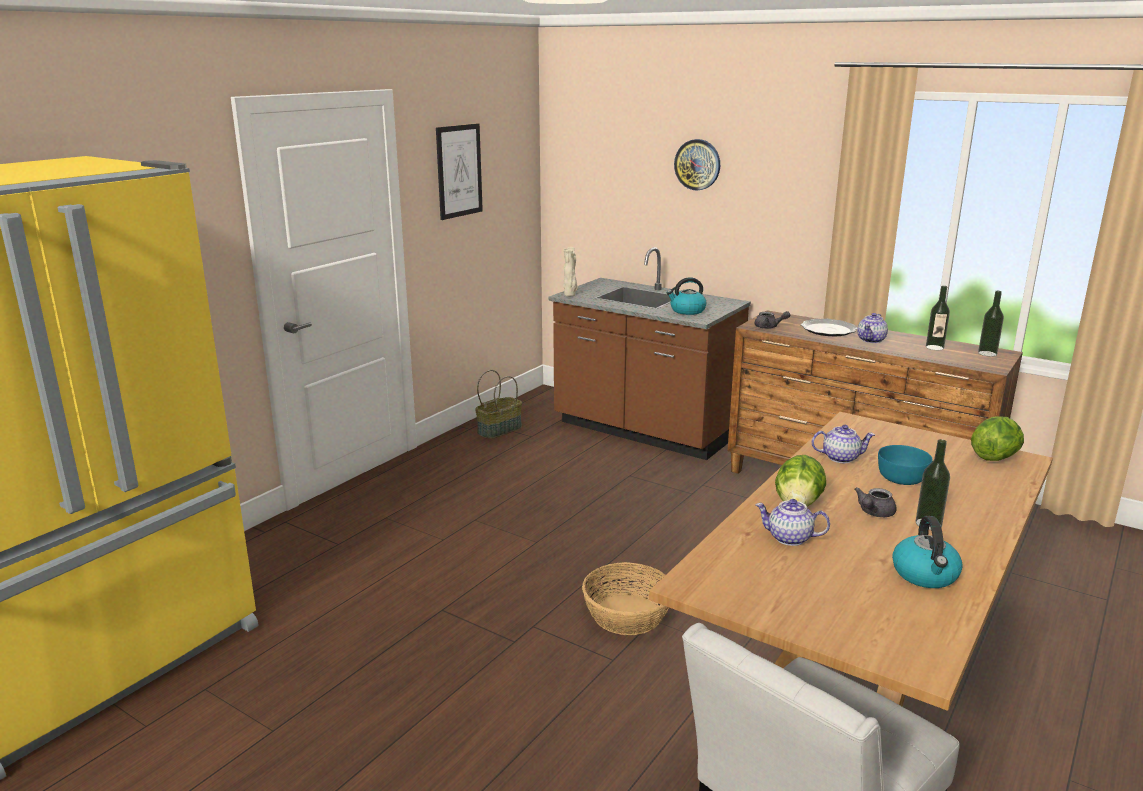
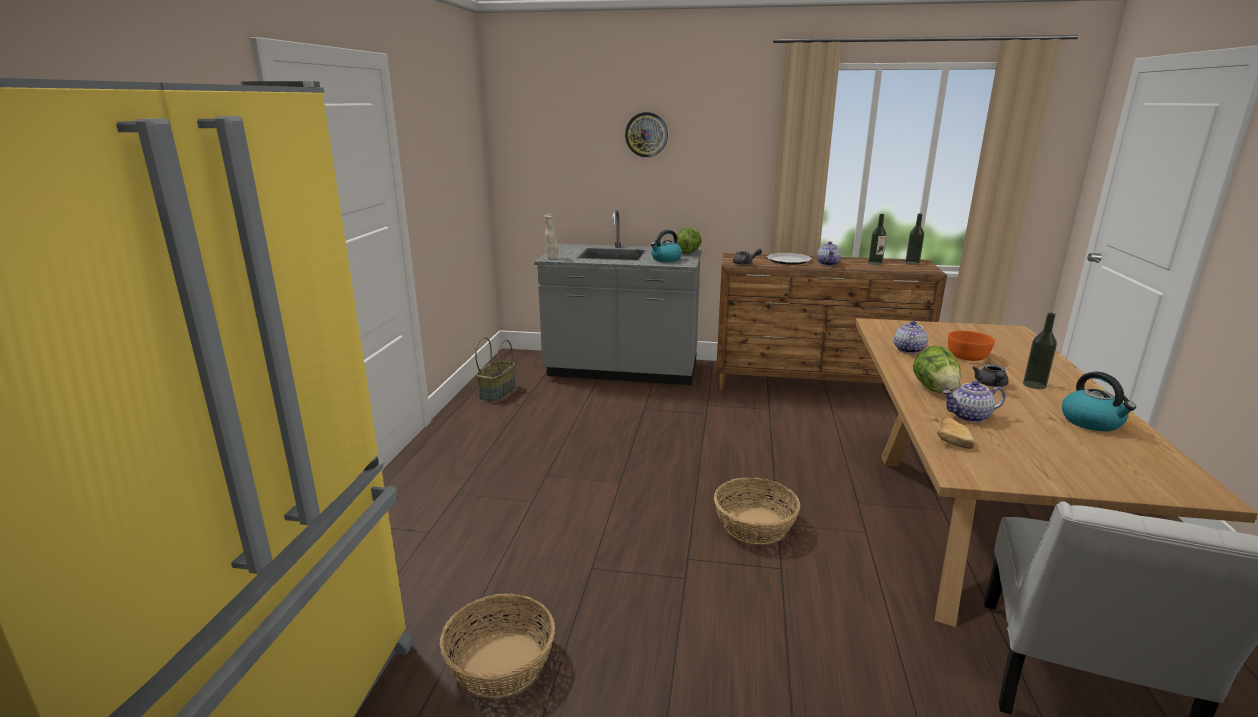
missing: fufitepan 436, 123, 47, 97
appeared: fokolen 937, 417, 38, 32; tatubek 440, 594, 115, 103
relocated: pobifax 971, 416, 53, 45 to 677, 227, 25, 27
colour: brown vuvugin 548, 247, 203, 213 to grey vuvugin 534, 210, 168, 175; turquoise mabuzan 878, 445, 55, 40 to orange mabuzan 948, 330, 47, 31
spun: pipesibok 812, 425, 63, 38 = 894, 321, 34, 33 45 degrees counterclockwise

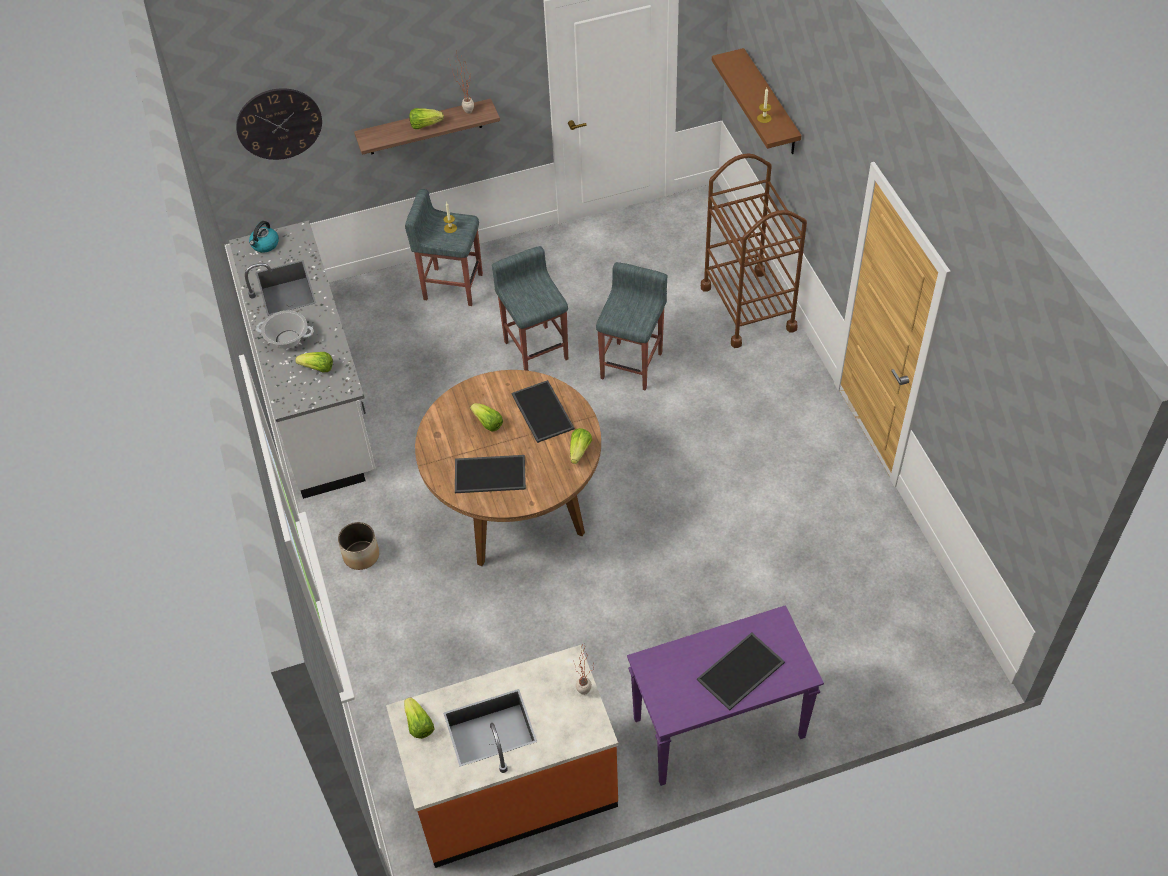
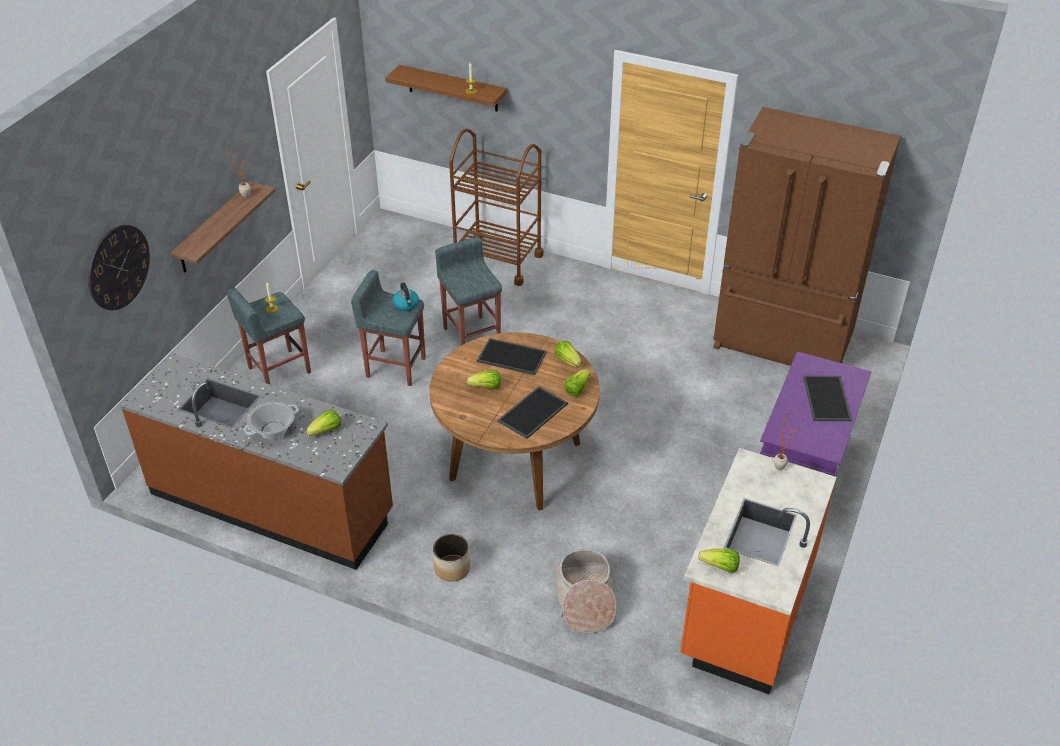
appeared: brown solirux 713, 107, 188, 259; tatubek 553, 549, 64, 85
relocated: pobifax 409, 108, 35, 21 to 564, 369, 27, 28; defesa 249, 221, 30, 32 to 392, 283, 27, 28
colour: white vuvugin 229, 220, 147, 279 to brown vuvugin 120, 353, 273, 217

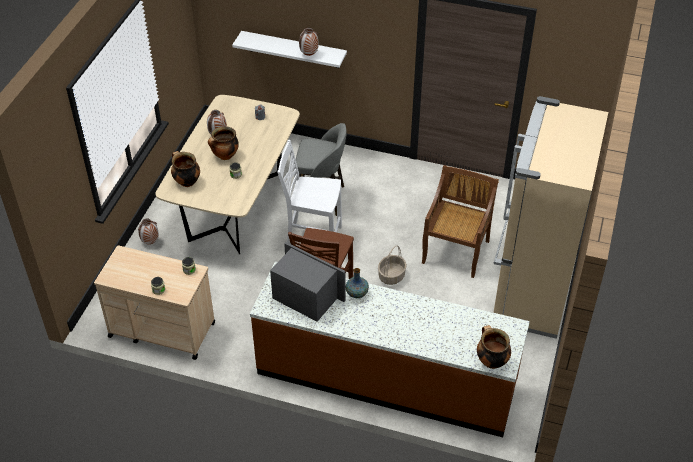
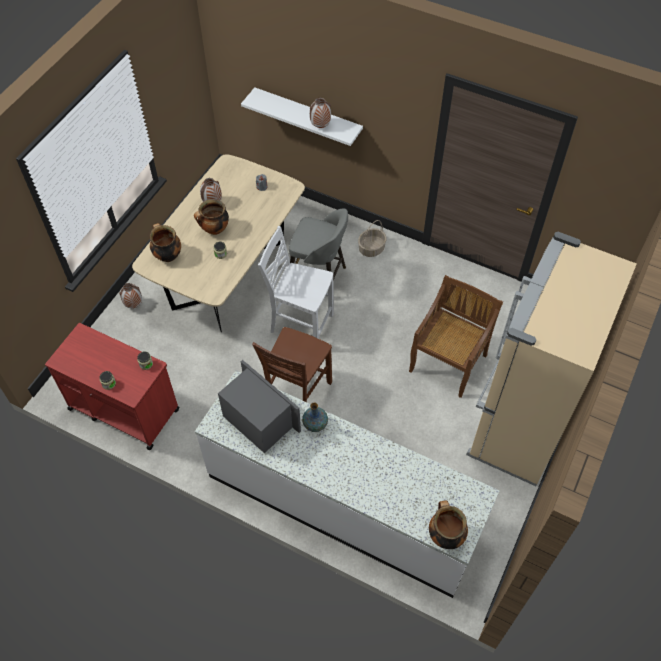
relocated: tatubek 378, 245, 29, 40 to 358, 220, 28, 37
colour: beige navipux 94, 245, 121, 115 to red navipux 45, 323, 135, 127; brown vuvugin 250, 262, 280, 175 to white vuvugin 195, 370, 305, 228

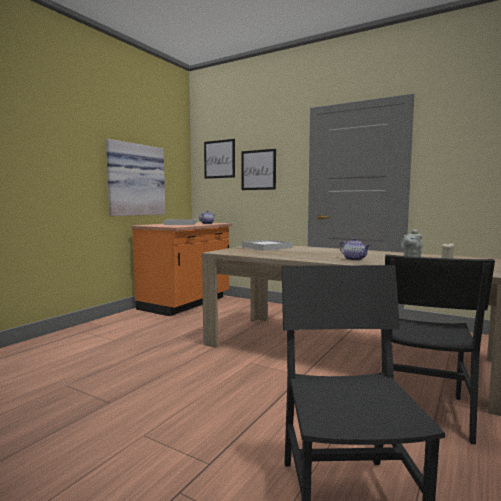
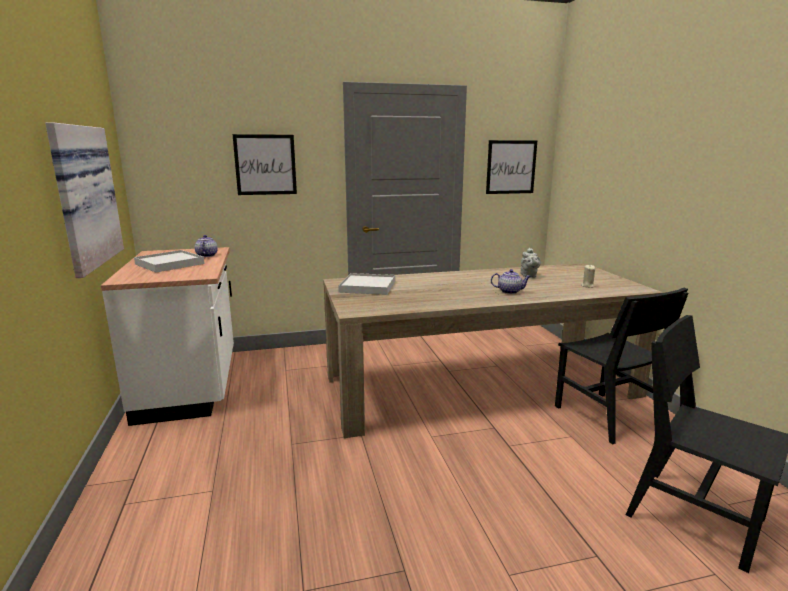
relocated: fufitepan 204, 139, 31, 40 to 486, 140, 51, 54
colour: orange vuvugin 132, 222, 100, 94 to white vuvugin 101, 247, 133, 179

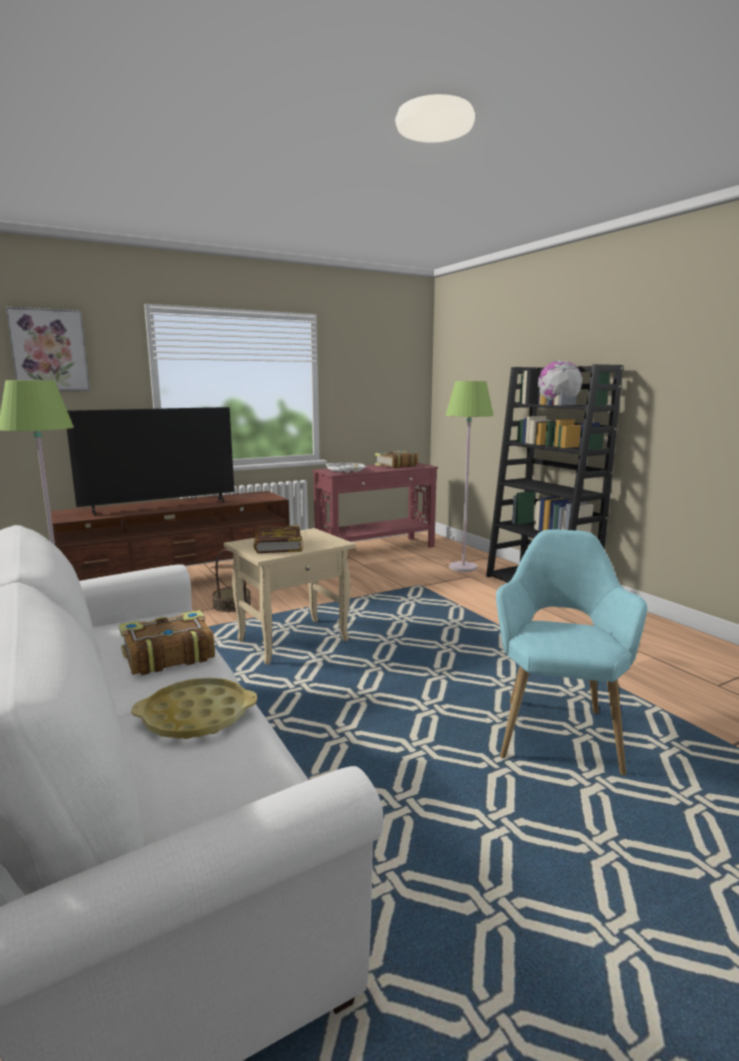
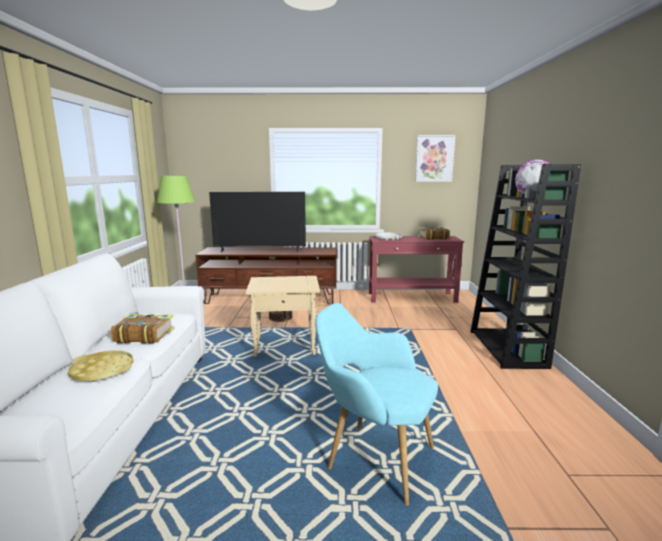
missing: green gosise 446, 381, 48, 191; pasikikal 253, 525, 50, 28
relocated: fufitepan 6, 306, 84, 85 to 415, 135, 40, 47
spun: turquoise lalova 496, 529, 151, 246 = 315, 303, 123, 203 105 degrees counterclockwise

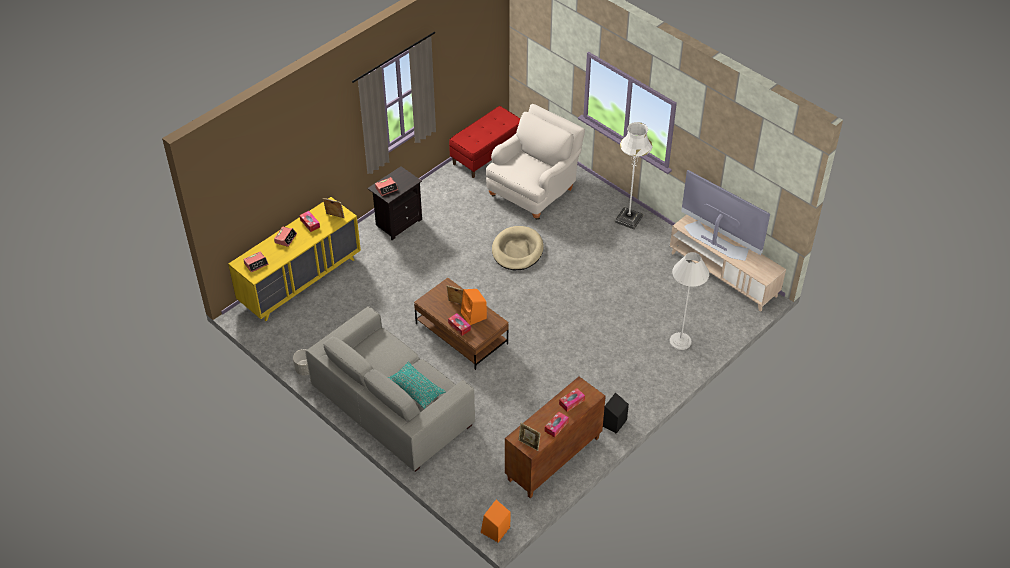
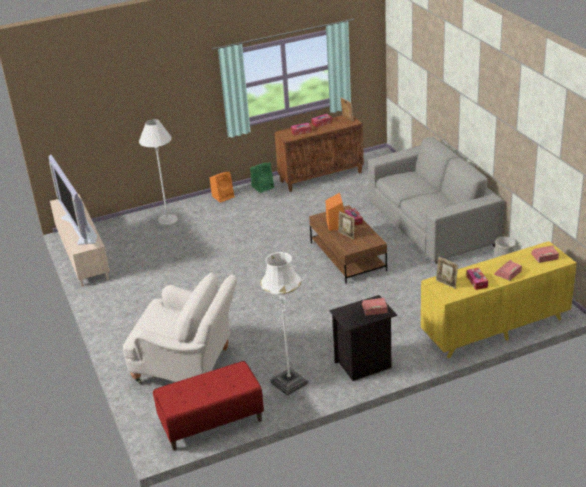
missing: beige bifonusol 492, 226, 52, 44; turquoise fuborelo 388, 362, 58, 47
relocated: white gosise 615, 122, 37, 107 to 260, 252, 48, 144; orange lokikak 481, 500, 29, 43 to 210, 172, 24, 31
colour: black lokikak 603, 392, 26, 42 to green lokikak 250, 162, 24, 31
spun: white lalova 486, 104, 99, 116 = 123, 272, 114, 112 135 degrees counterclockwise

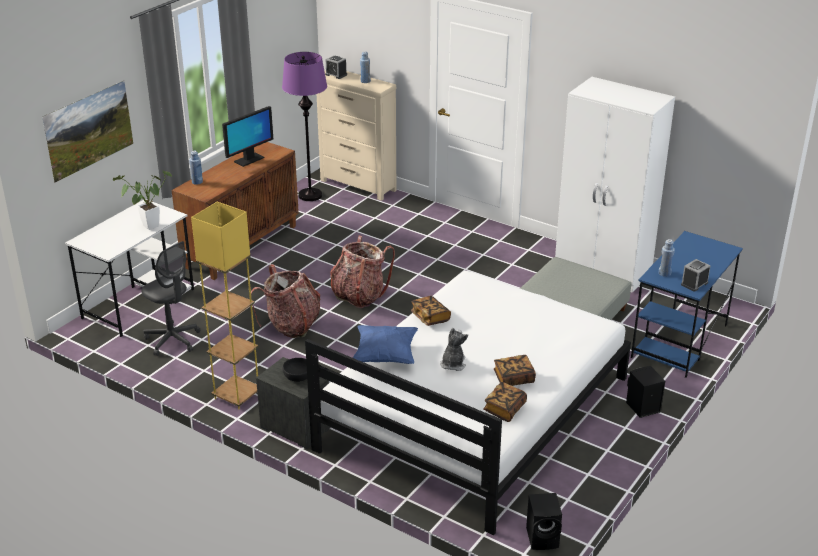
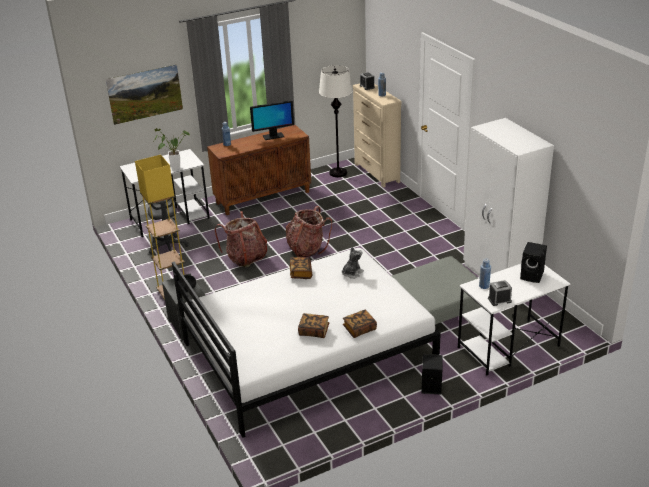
missing: blue fuborelo 353, 325, 65, 39
relocated: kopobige 440, 328, 28, 43 to 342, 247, 22, 32; pasikikal 483, 382, 44, 40 to 343, 310, 34, 28; black lokikak 526, 493, 36, 57 to 520, 242, 27, 41
colour: purple gosise 282, 52, 45, 149 to white gosise 319, 65, 34, 112; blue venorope 631, 231, 112, 147 to white venorope 458, 264, 113, 112

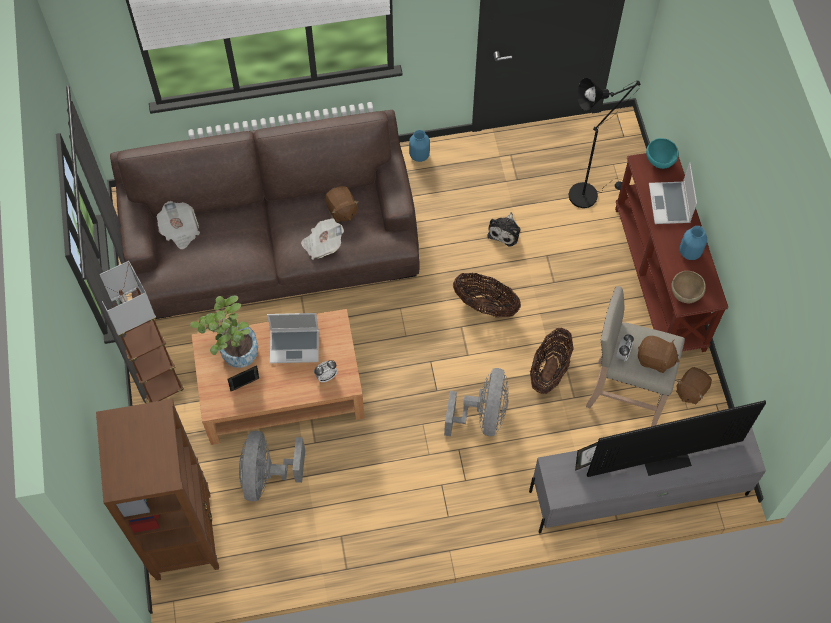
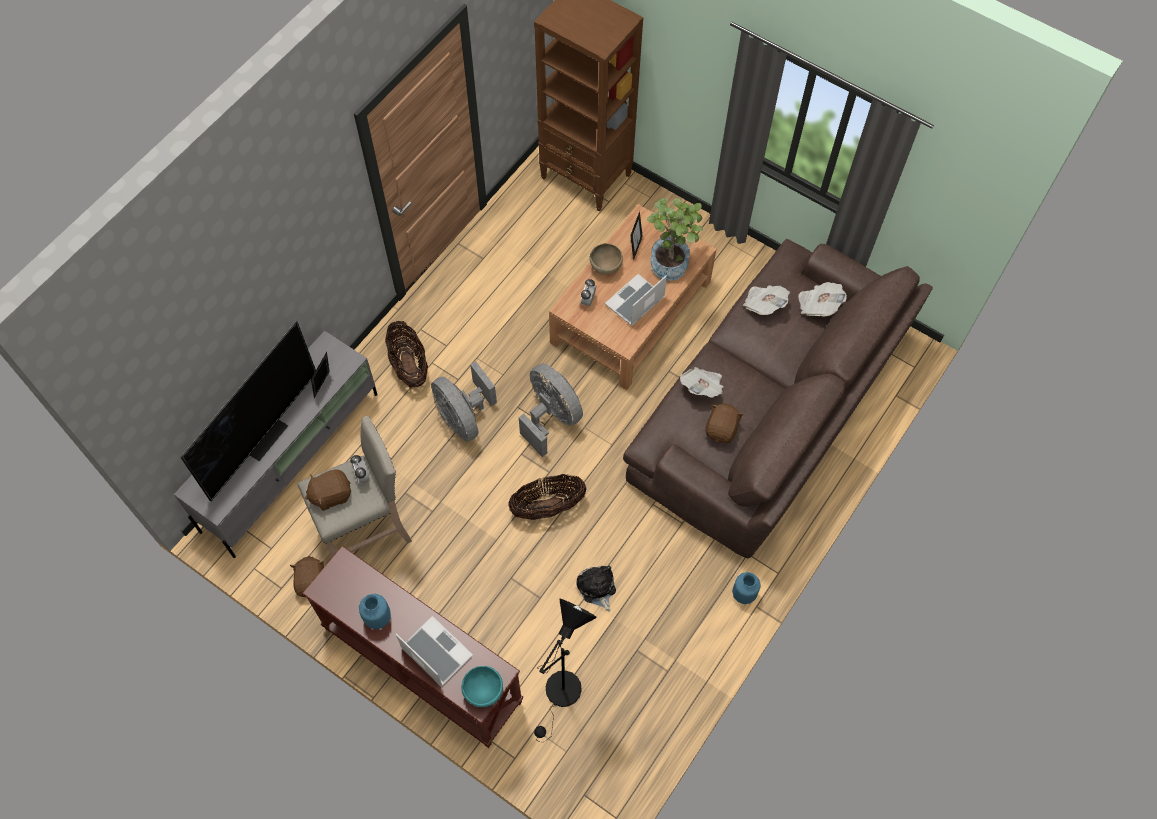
missing: brown gosise 100, 261, 84, 142
appeared: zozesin 743, 285, 47, 30
relocated: brown mabuzan 672, 271, 34, 32 to 589, 243, 34, 32; tatubek 530, 328, 44, 66 to 385, 321, 43, 66; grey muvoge 239, 431, 66, 71 to 519, 363, 64, 94
spun: brown kopobige 325, 186, 34, 36 = 706, 404, 38, 39 90 degrees clockwise

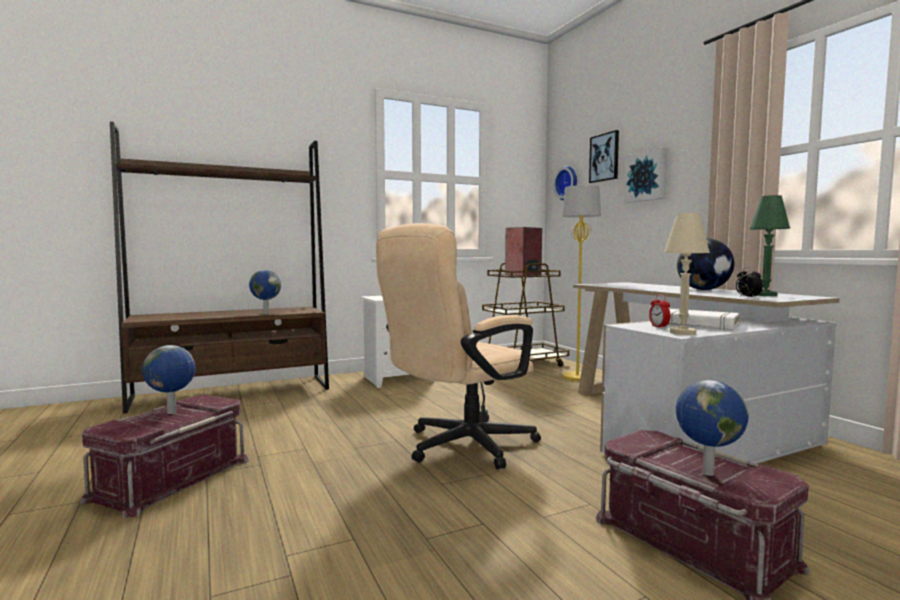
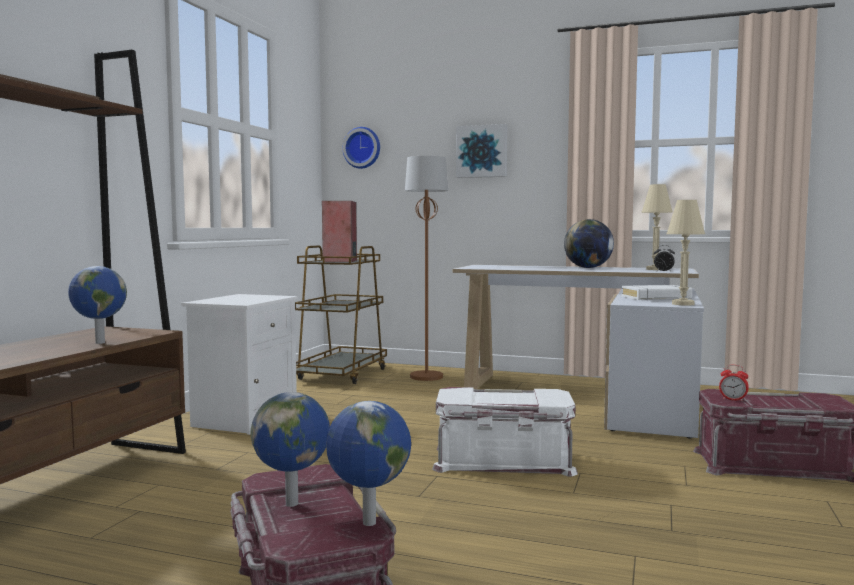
missing: fufitepan 589, 130, 30, 53
relocated: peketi 649, 295, 22, 34 to 719, 365, 30, 37; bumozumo 676, 380, 73, 96 to 326, 401, 85, 125
exchanged: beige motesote 376, 223, 165, 247 to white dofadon 432, 387, 146, 90
colour: yellow gosise 562, 185, 39, 196 to brown gosise 405, 156, 43, 225; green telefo 750, 195, 40, 101 to beige telefo 641, 184, 32, 86

